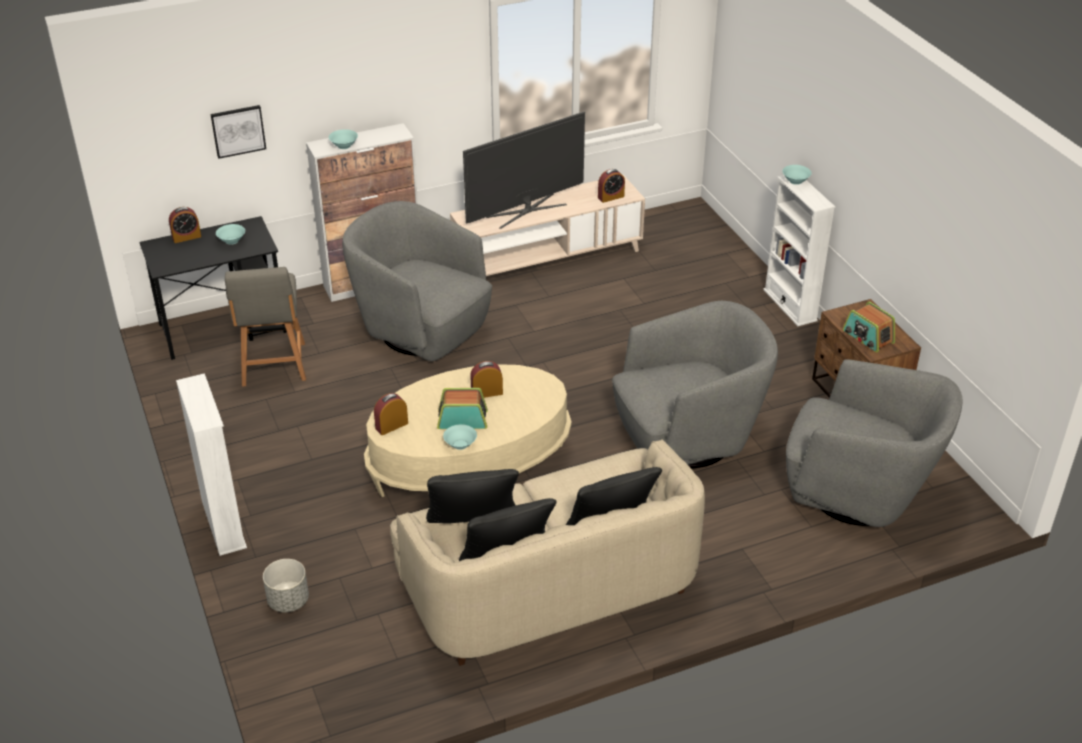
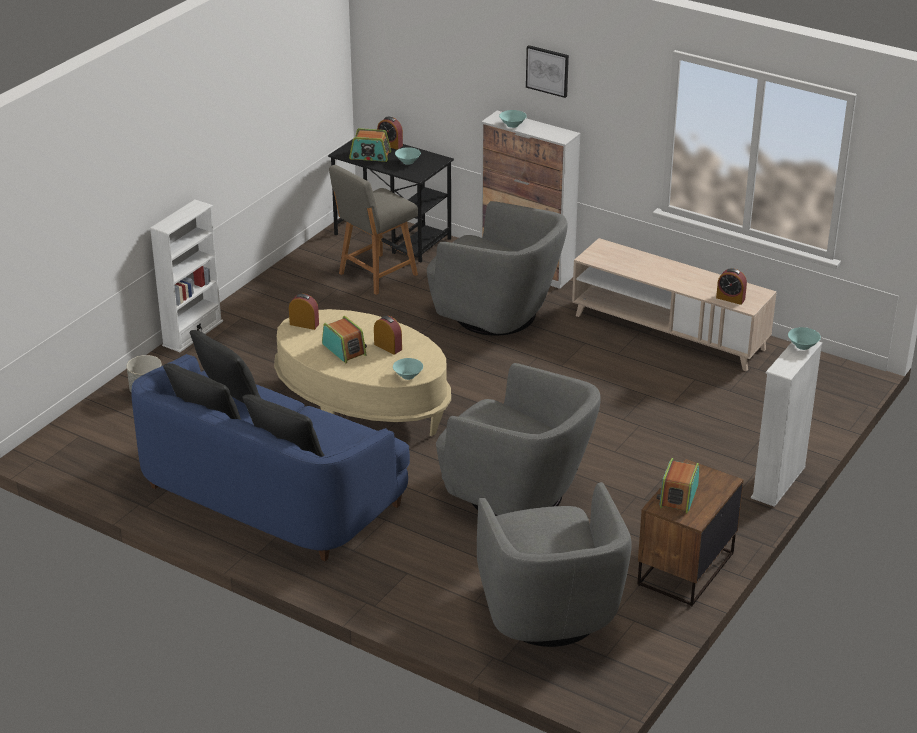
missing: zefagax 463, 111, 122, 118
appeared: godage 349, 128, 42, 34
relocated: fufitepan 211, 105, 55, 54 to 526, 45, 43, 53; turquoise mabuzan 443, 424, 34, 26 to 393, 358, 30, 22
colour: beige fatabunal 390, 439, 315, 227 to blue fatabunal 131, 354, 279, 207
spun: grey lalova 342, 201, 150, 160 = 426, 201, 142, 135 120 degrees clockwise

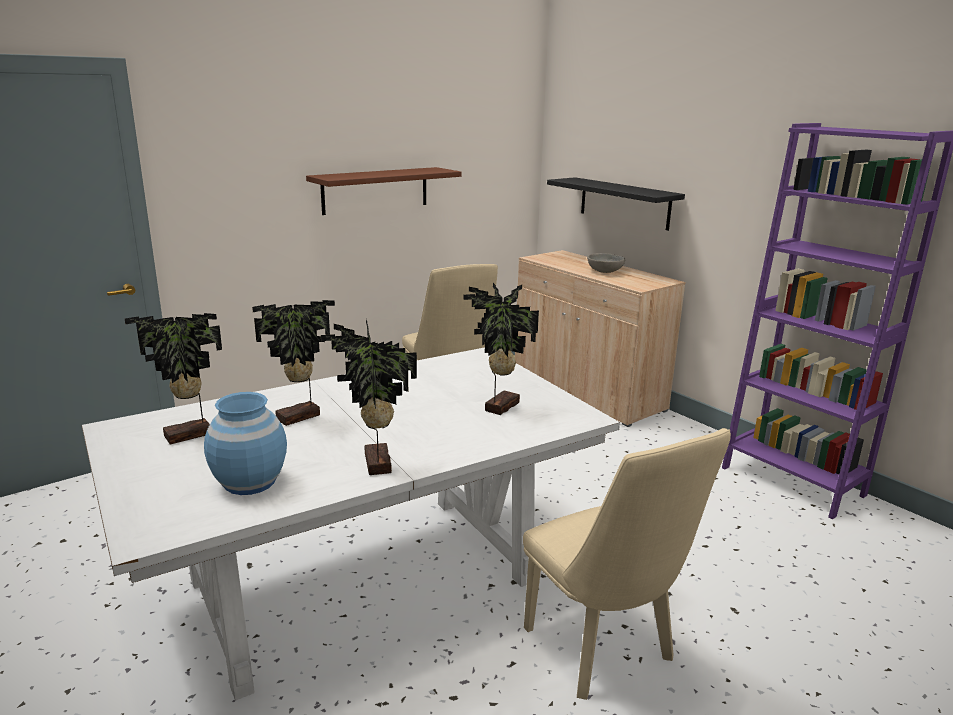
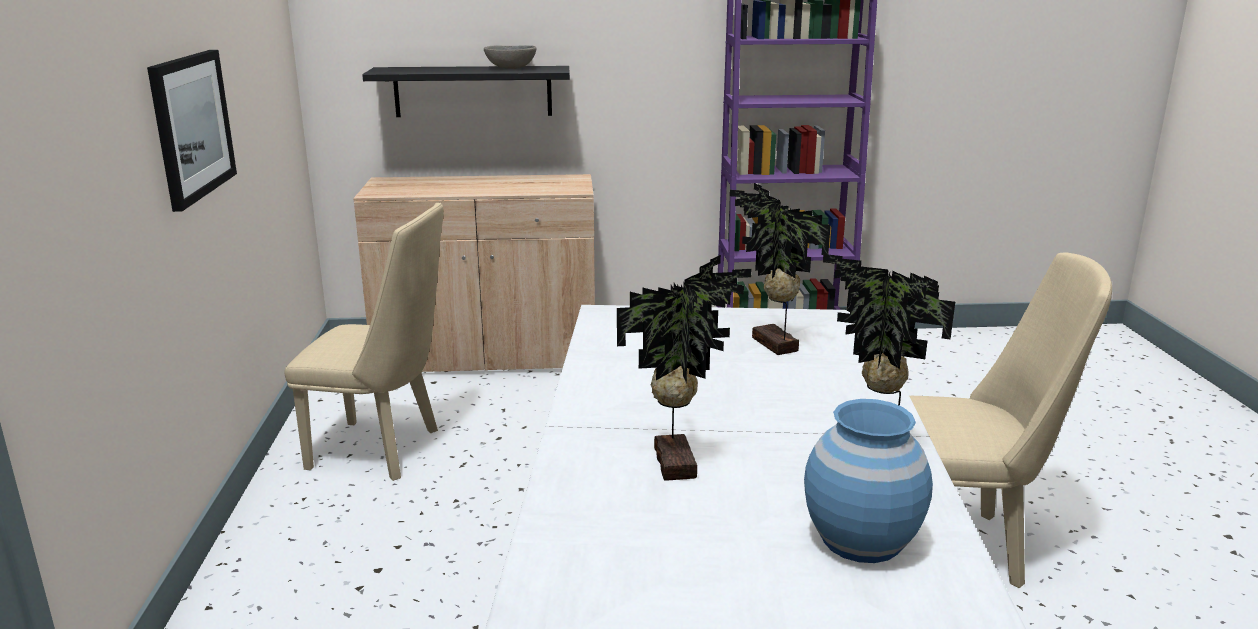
missing: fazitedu 125, 313, 97, 131
relocated: grey mabuzan 587, 253, 38, 20 to 484, 45, 52, 24
exchanged: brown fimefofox 306, 167, 155, 48 to fufitepan 147, 50, 90, 162

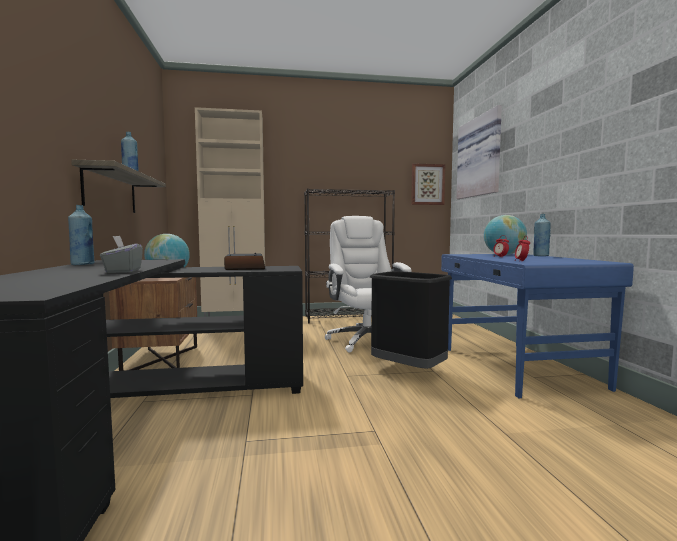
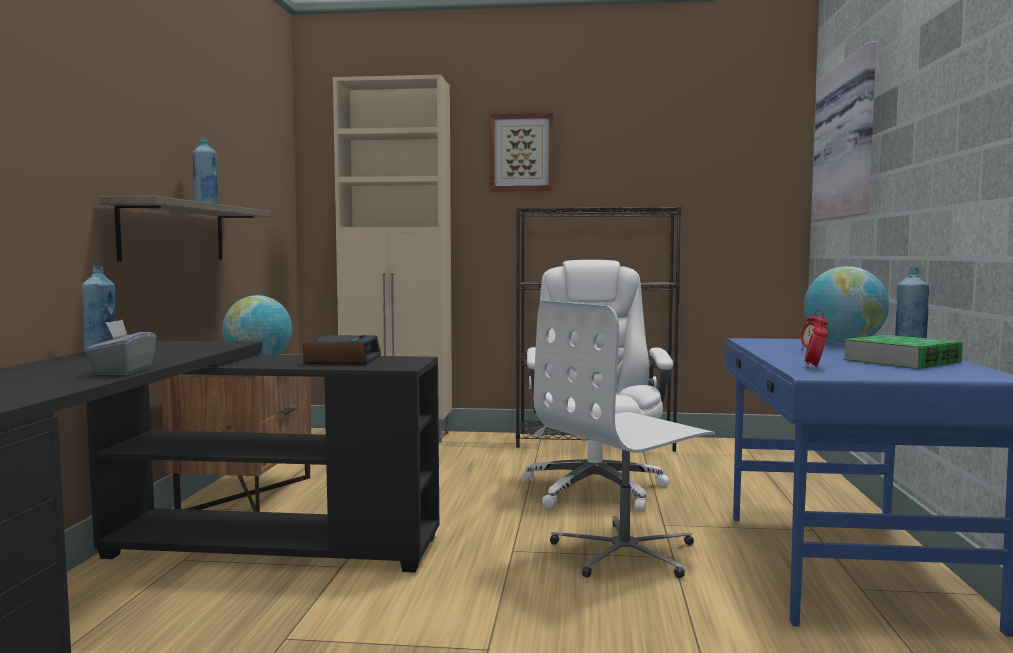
appeared: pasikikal 843, 335, 120, 34
relocated: fufitepan 411, 163, 34, 42 to 490, 113, 64, 78
exchanged: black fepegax 370, 271, 82, 98 to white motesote 534, 301, 181, 277

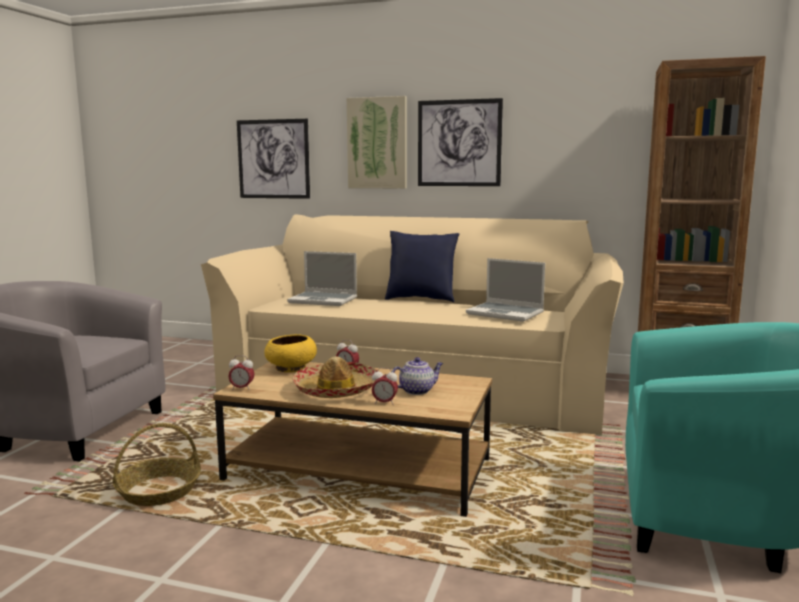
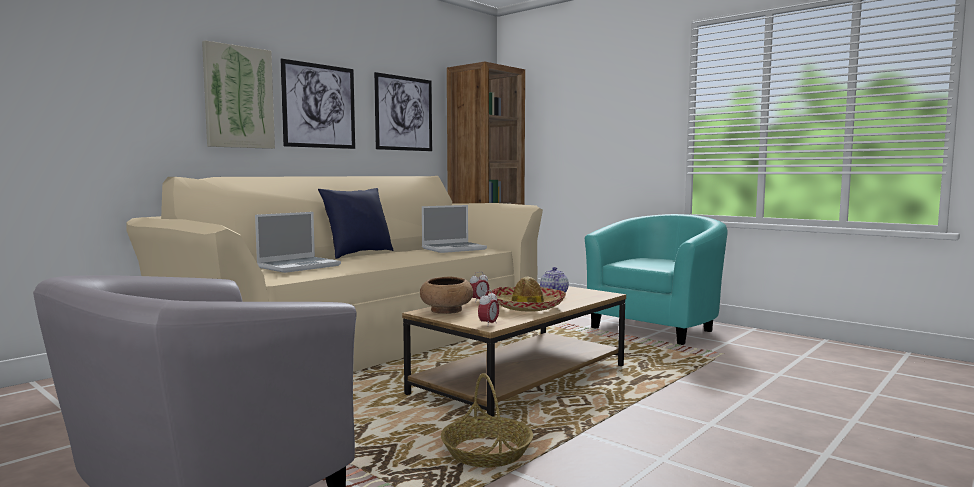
missing: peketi 372, 368, 26, 36
relocated: fufitepan 237, 119, 73, 80 to 374, 72, 58, 79
colour: yellow mabuzan 264, 334, 53, 39 to brown mabuzan 420, 277, 53, 37

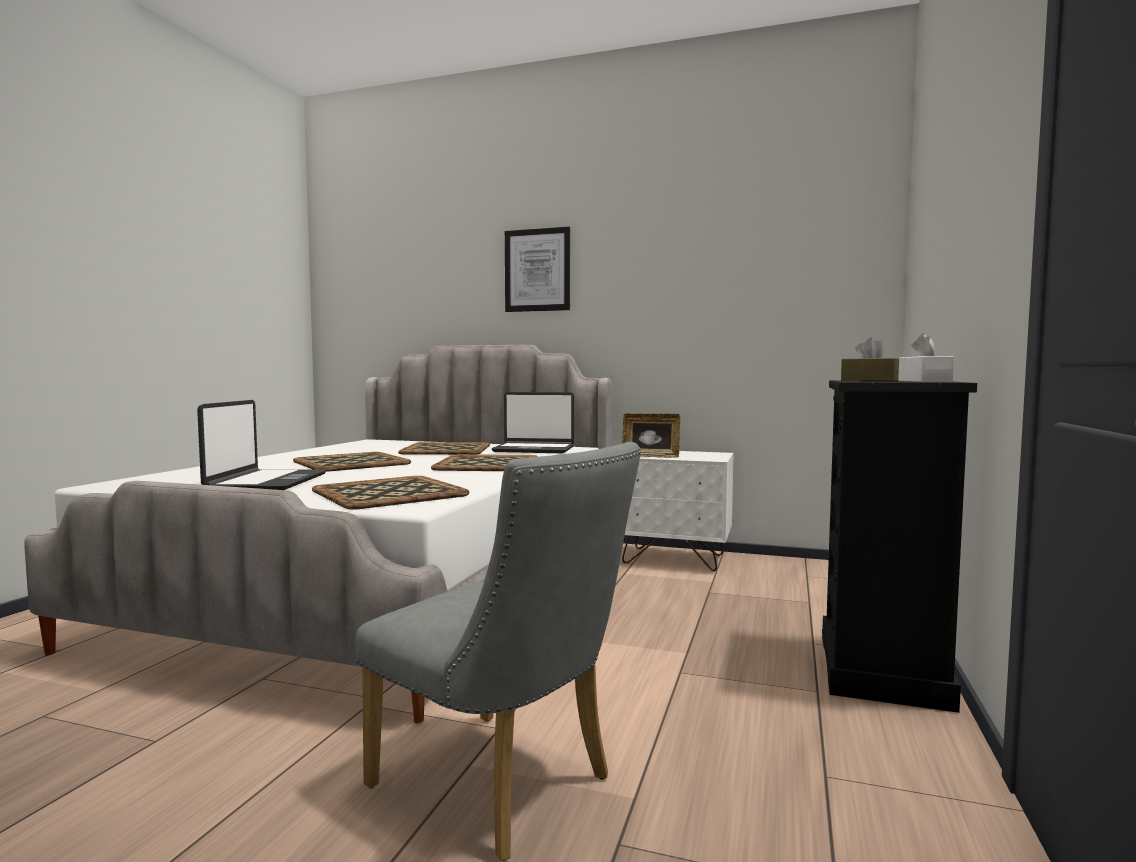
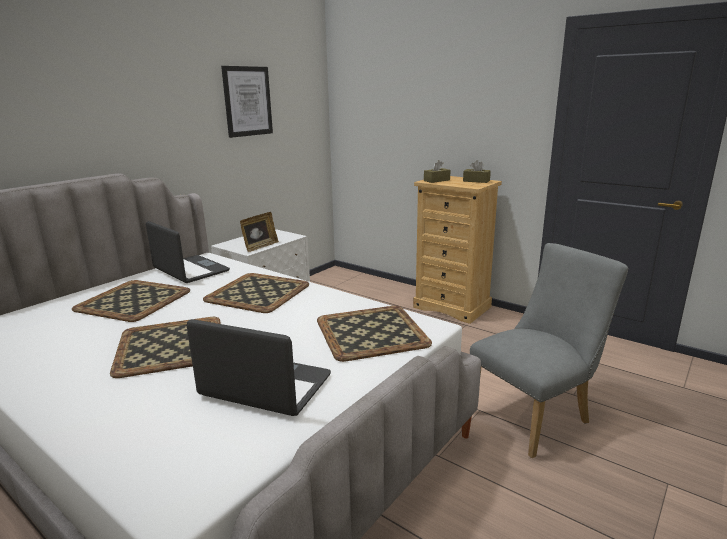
relocated: fufitepan 505, 227, 65, 85 to 221, 66, 52, 72
colour: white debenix 898, 333, 56, 49 to brown debenix 463, 160, 28, 23; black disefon 822, 380, 155, 333 to beige disefon 413, 176, 89, 148
spun: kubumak 492, 392, 82, 61 = 146, 221, 84, 62 75 degrees counterclockwise

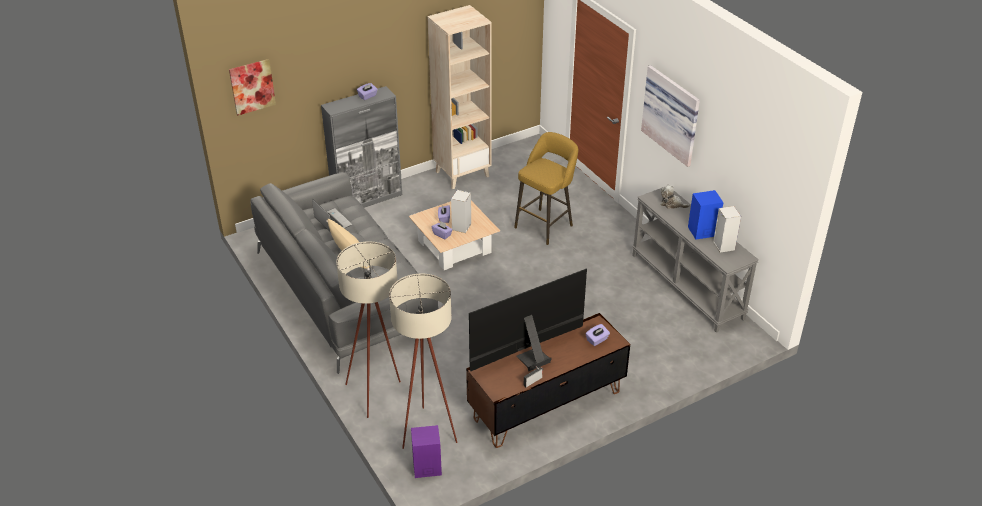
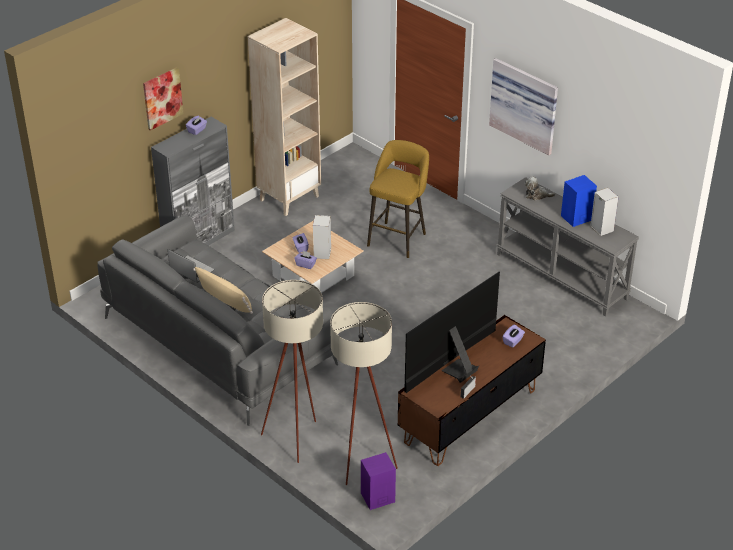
relocated: fufitepan 229, 59, 47, 56 to 143, 67, 40, 64

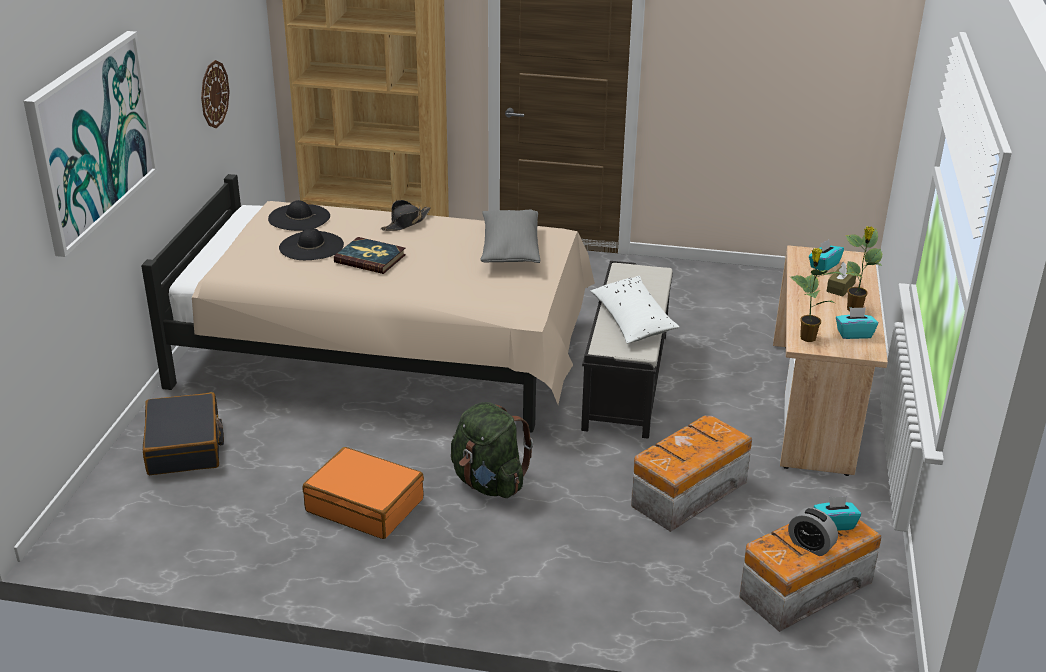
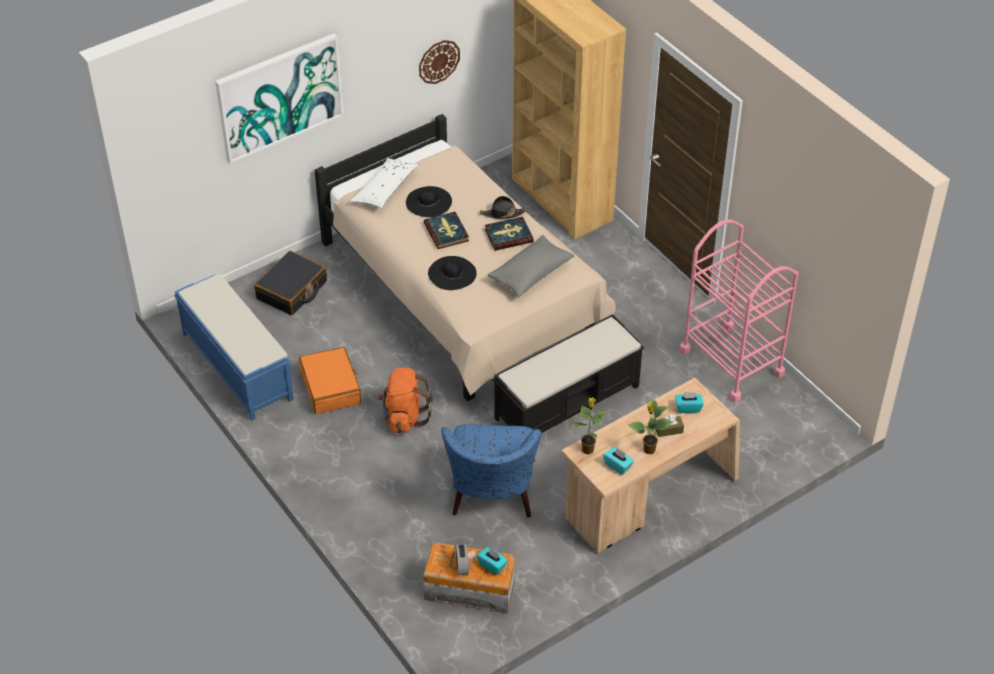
appeared: pasikikal 485, 217, 49, 34; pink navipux 679, 219, 119, 184; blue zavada 174, 274, 120, 147
relocated: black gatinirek 268, 200, 62, 31 to 428, 256, 49, 34; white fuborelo 591, 276, 88, 68 to 350, 158, 69, 50
exchanged: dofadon 631, 416, 121, 116 to blue lalova 441, 424, 100, 94
colour: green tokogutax 451, 402, 82, 96 to orange tokogutax 378, 367, 54, 66

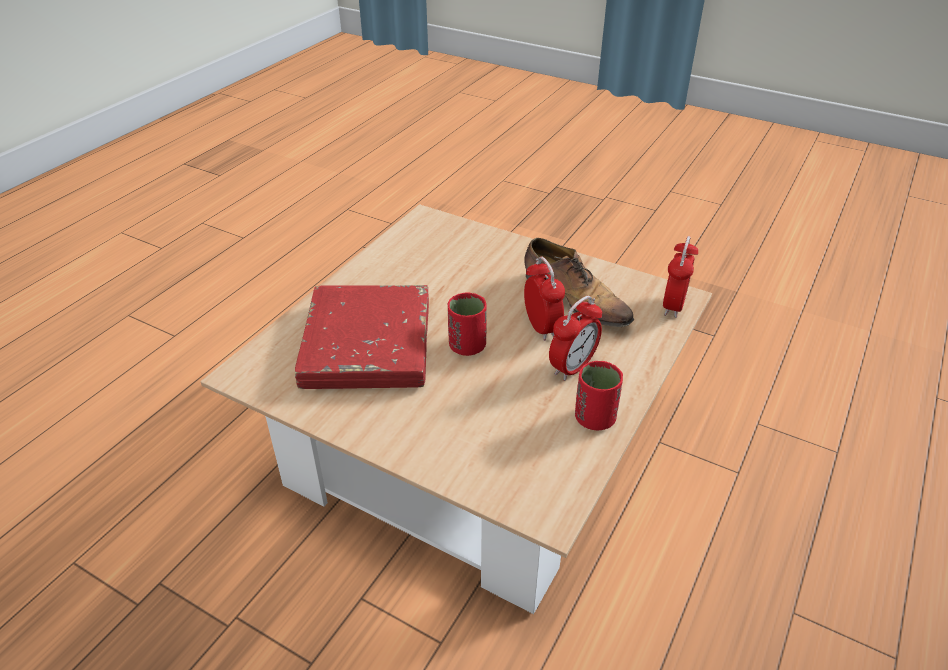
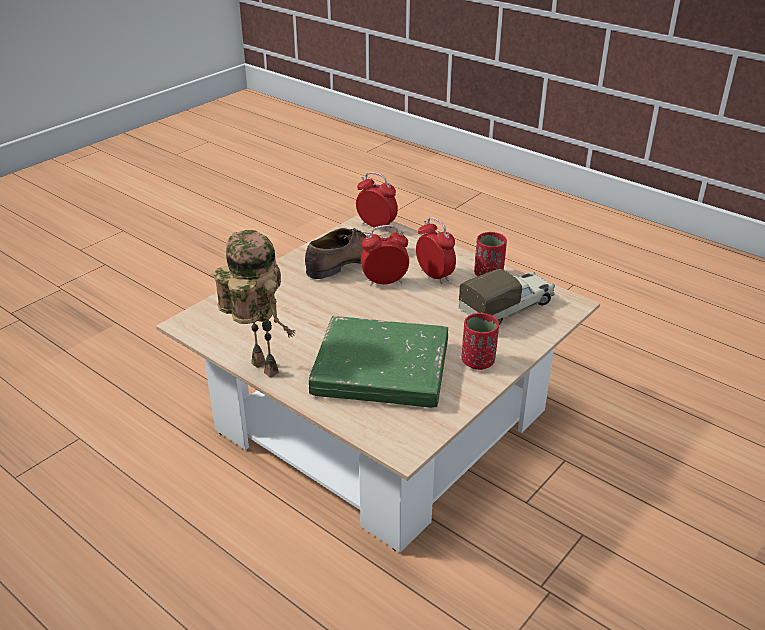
appeared: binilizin 214, 230, 82, 148; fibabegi 459, 269, 96, 56
relocated: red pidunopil 448, 293, 39, 63 to 462, 313, 37, 57
colour: red pasikikal 295, 285, 134, 104 to green pasikikal 309, 316, 139, 92

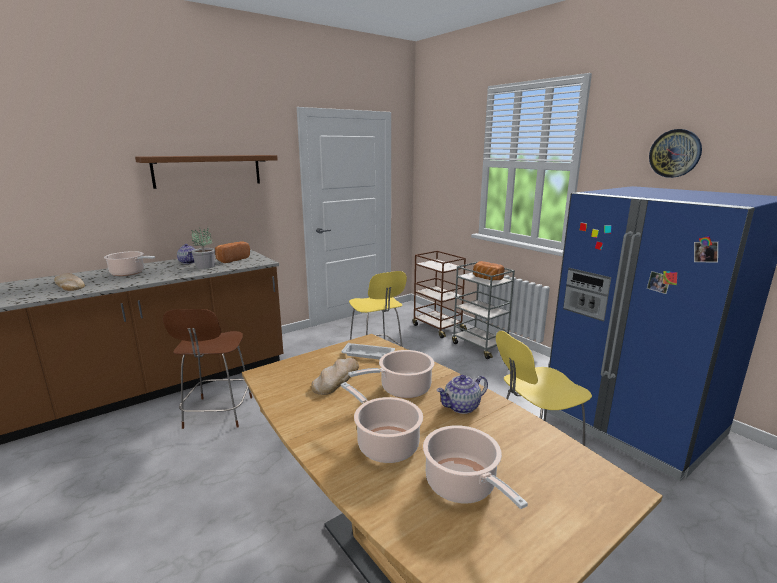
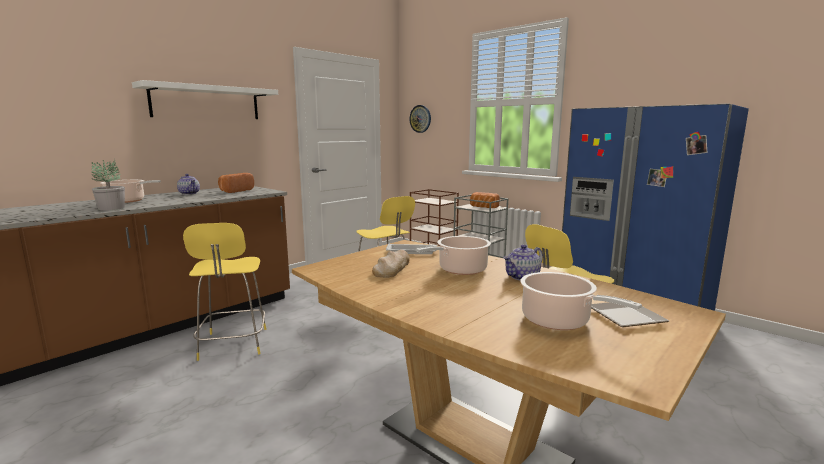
missing: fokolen 54, 273, 31, 18; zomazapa 341, 382, 82, 81
appeared: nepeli 591, 300, 78, 27
relocated: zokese 649, 129, 53, 49 to 409, 105, 22, 28; fazitedu 191, 226, 24, 43 to 91, 160, 34, 51
colour: brown fimefofox 135, 155, 143, 34 to white fimefofox 132, 80, 146, 39; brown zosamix 163, 309, 89, 120 to yellow zosamix 183, 223, 83, 138

